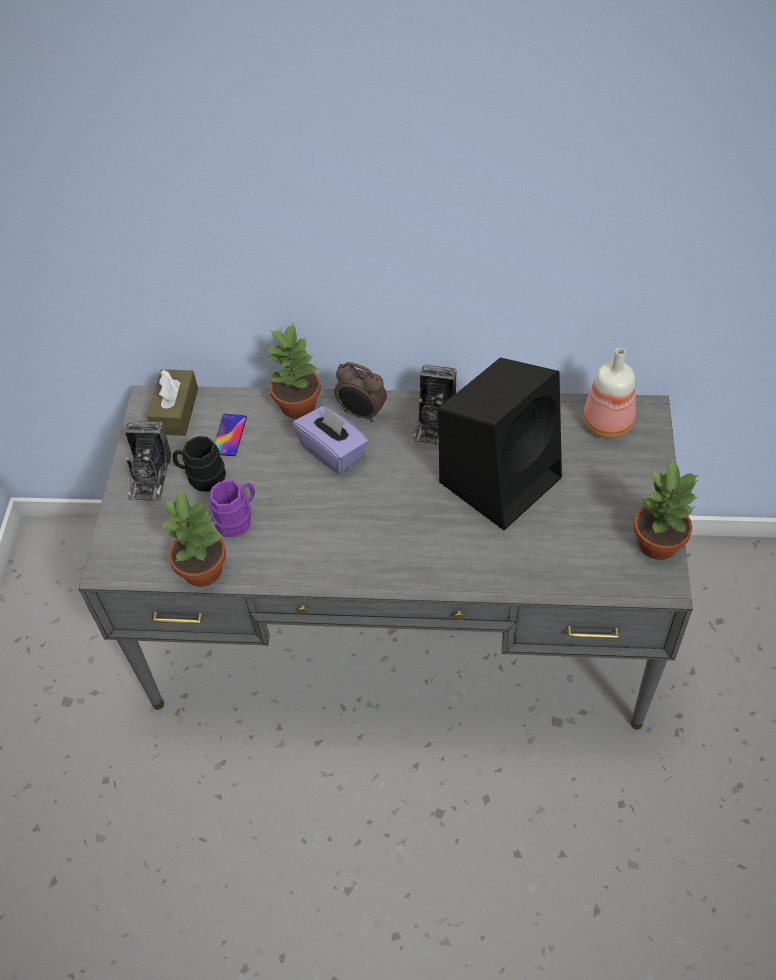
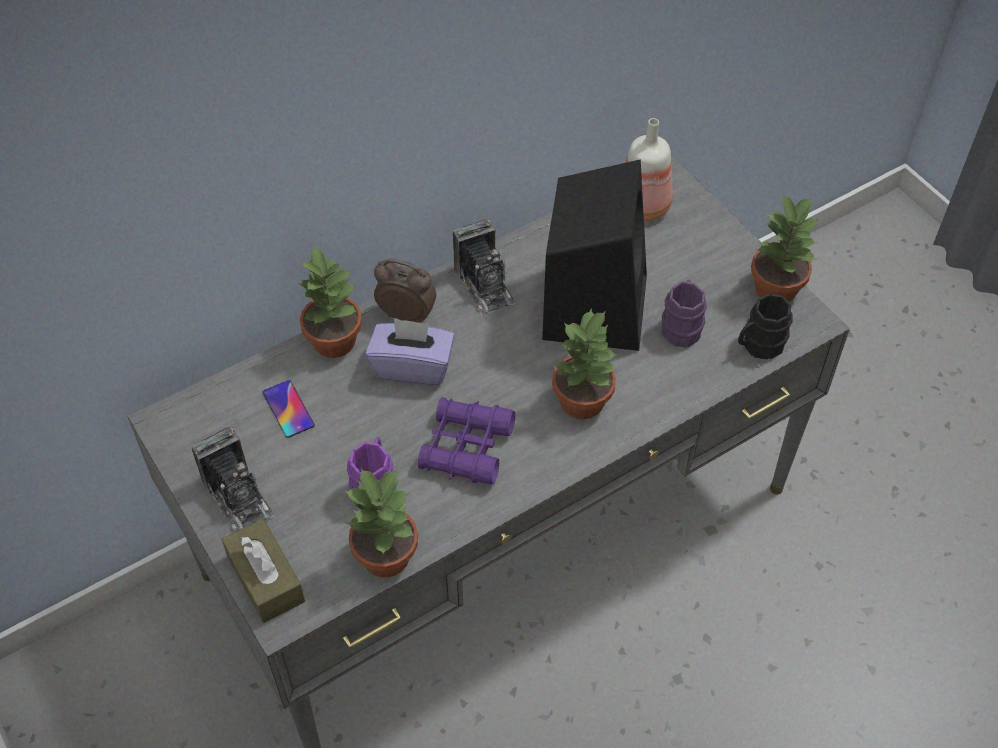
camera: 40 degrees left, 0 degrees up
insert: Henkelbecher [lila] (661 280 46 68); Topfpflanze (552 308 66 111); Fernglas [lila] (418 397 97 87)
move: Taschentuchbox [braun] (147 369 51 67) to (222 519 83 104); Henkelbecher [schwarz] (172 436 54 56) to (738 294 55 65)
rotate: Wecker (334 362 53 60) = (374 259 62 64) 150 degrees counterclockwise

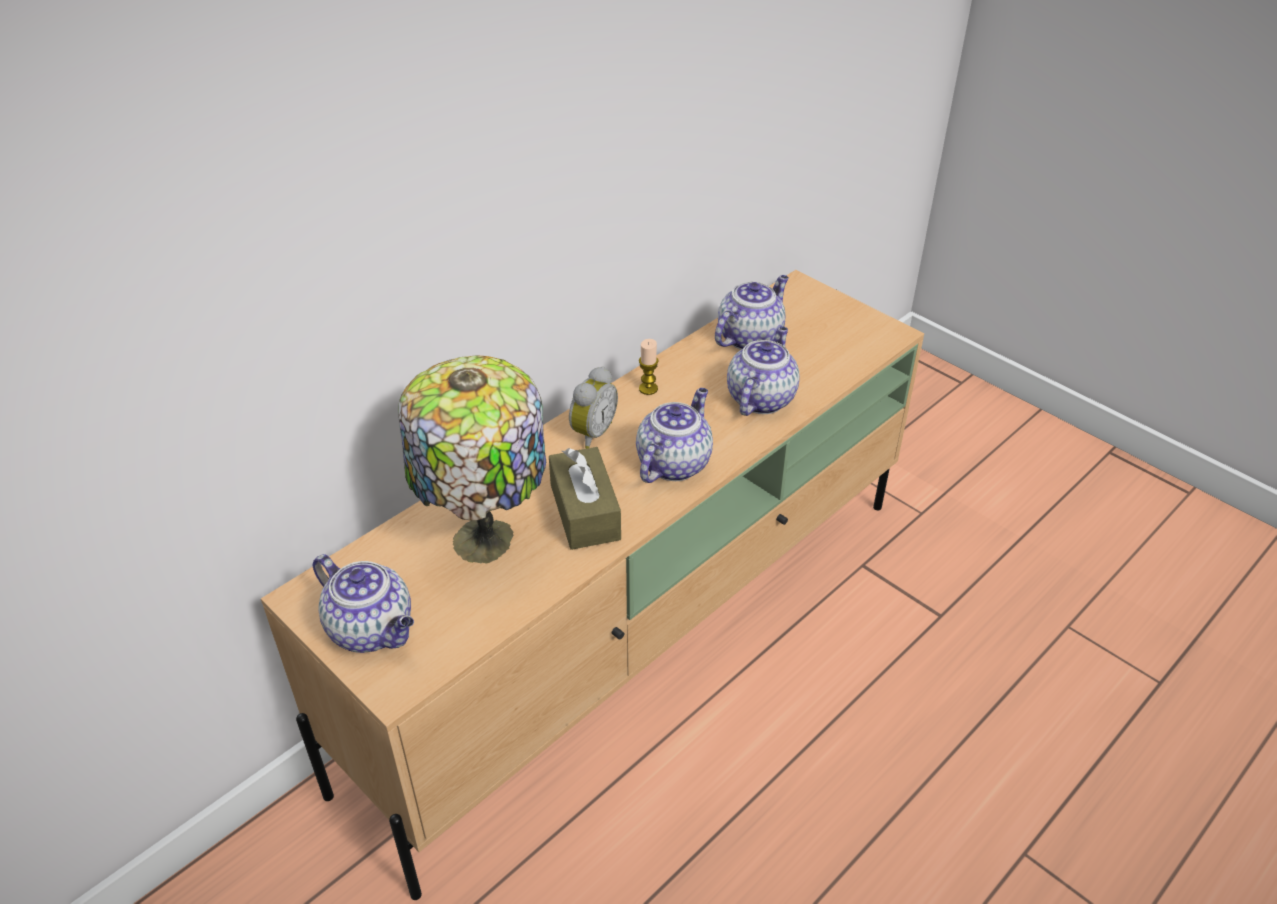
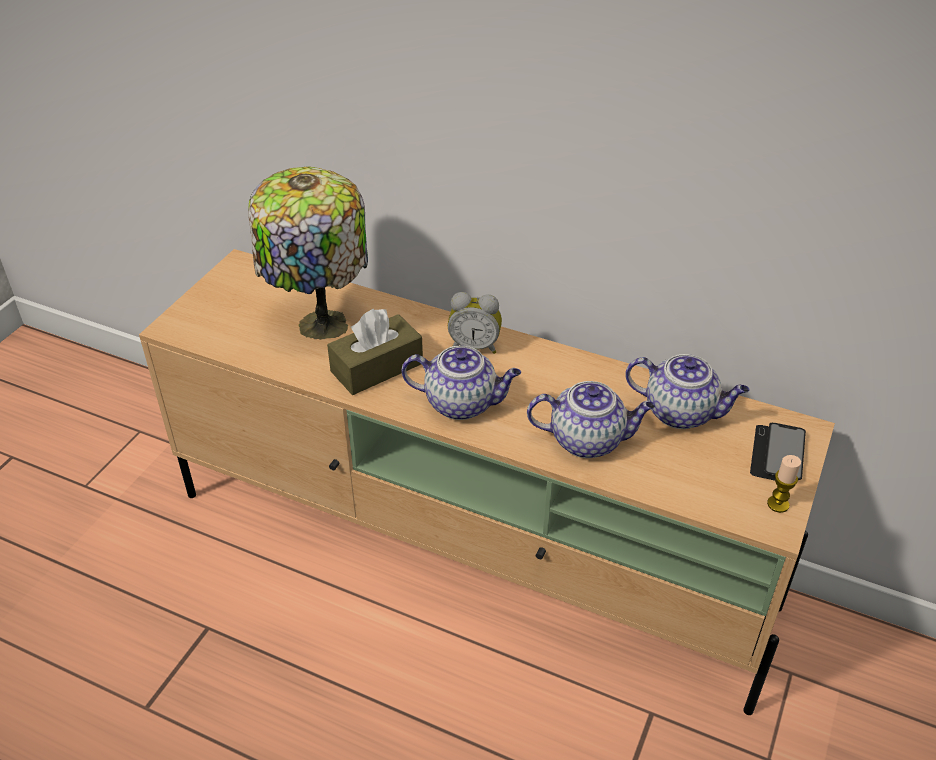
camera: 70 degrees right, 0 degrees up
delete: Teekanne (313 554 101 99)
insert: Handy (750 423 56 58)
move: Kerze (639 339 20 56) to (767 455 34 58)

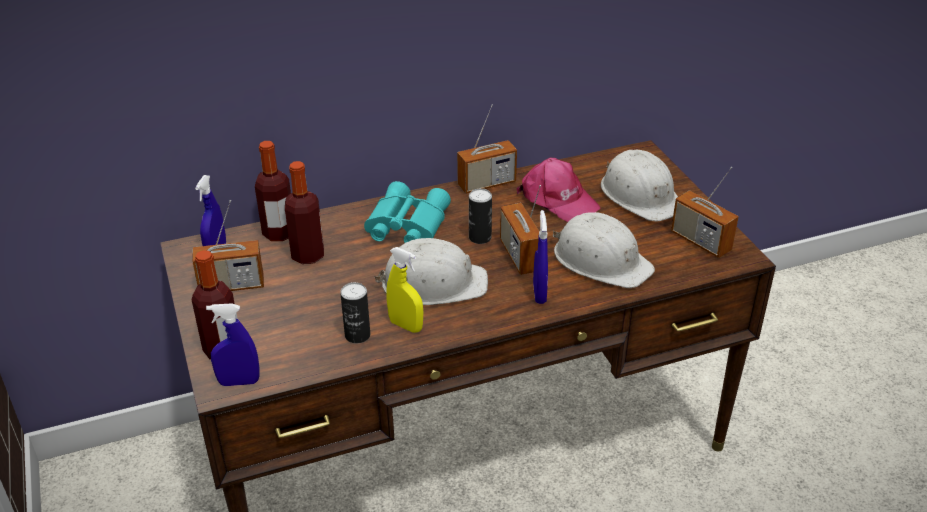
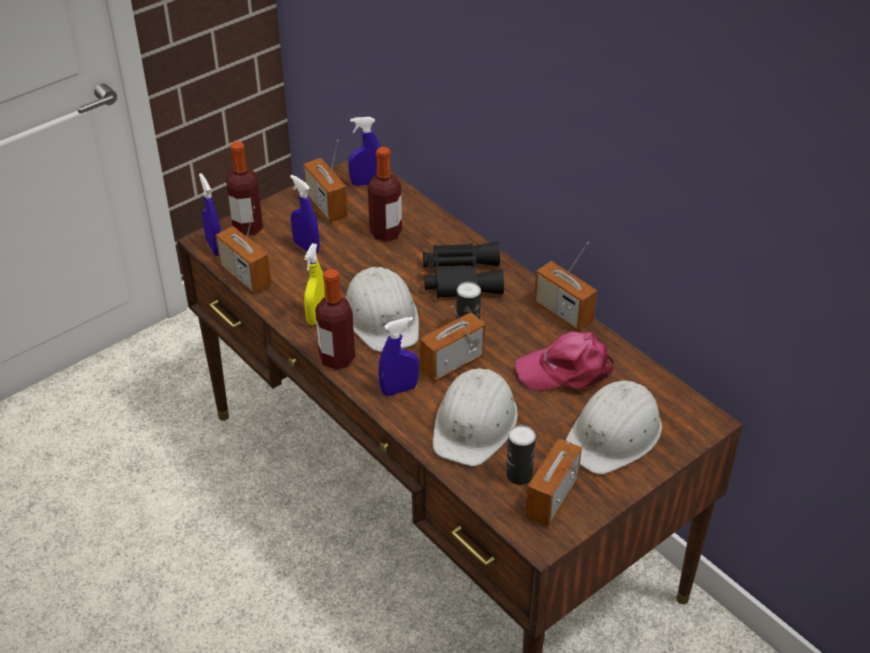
camera: 70 degrees right, 5 degrees up
insert: Sprühflasche [blau] (290 175 30 79); Radio (215 206 57 88)
move: Flasche (255 141 36 100) to (315 269 40 101); Dose (340 282 30 61) to (506 425 30 60)
recolor: Fernglas [türkis] (364 181 87 62) to Fernglas [schwarz] (423 242 81 56)
rotate: Kappe [rosa] (516 158 85 64) = (515 331 99 61) 60 degrees clockwise

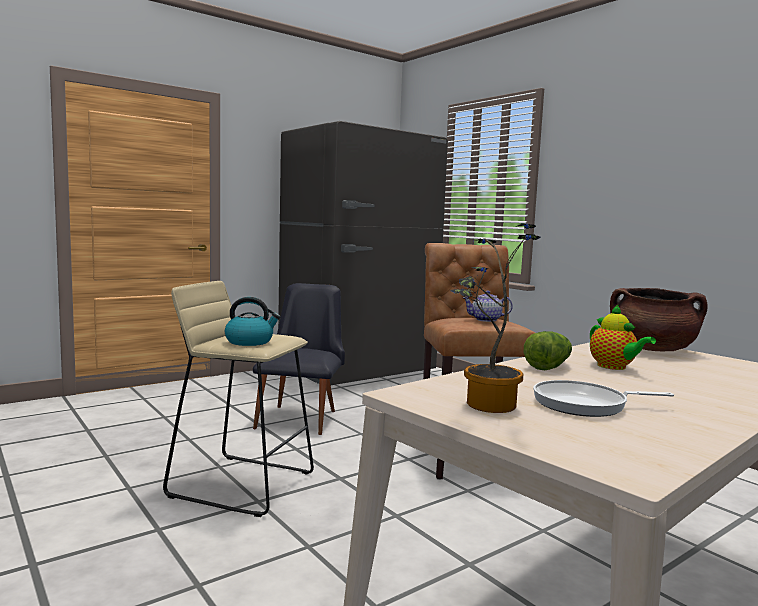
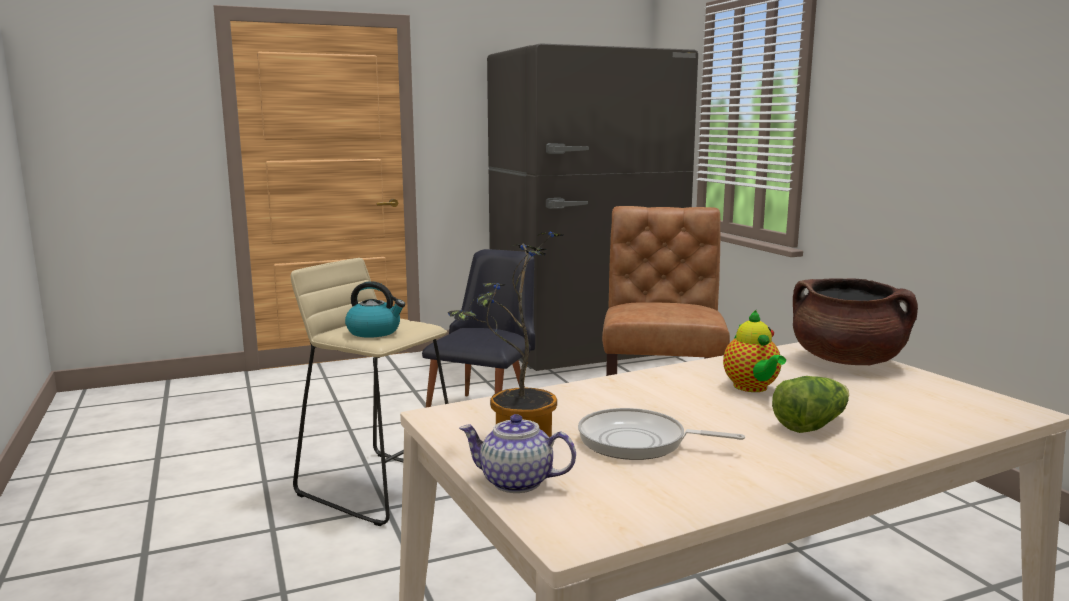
camera: 15 degrees right, 5 degrees up
move: Teekanne (463 291 50 31) to (459 414 117 79); Salatkopf (524 331 48 39) to (772 376 77 57)

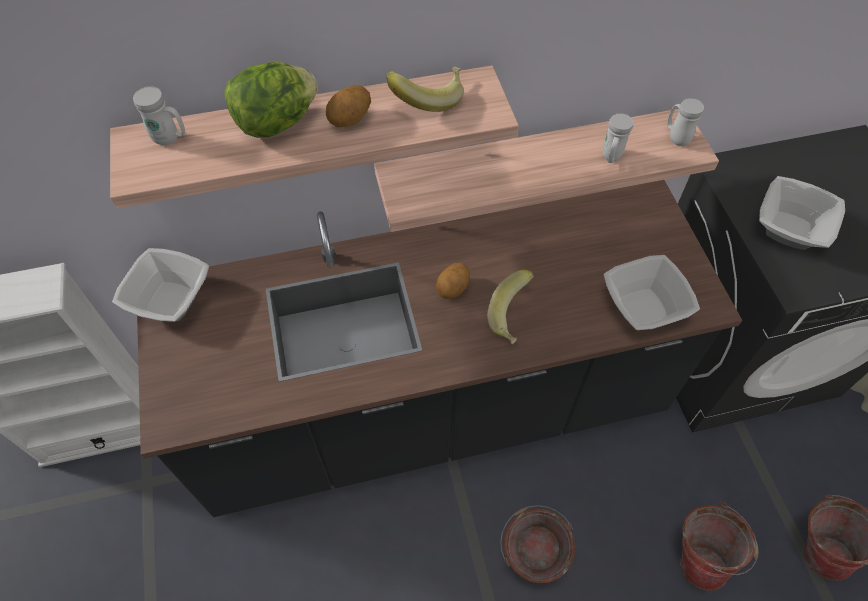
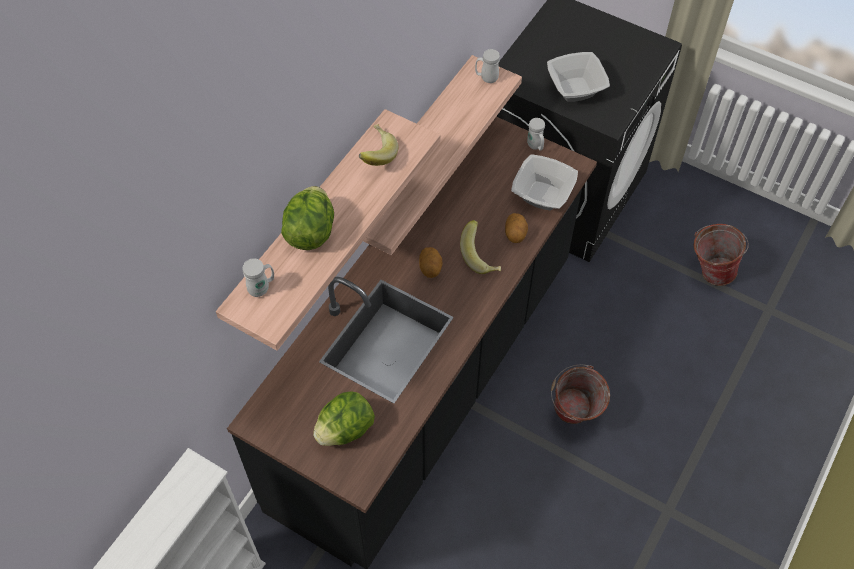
camera: 45 degrees left, 0 degrees up
delete: Schüssel (112 248 97 74); Eimer (680 502 79 89)
insert: Salatkopf (313 391 62 55)
move: Kartoffel (326 85 45 42) to (505 213 23 30); Henkelbecher [weiß] (603 113 30 50) to (527 118 18 33)

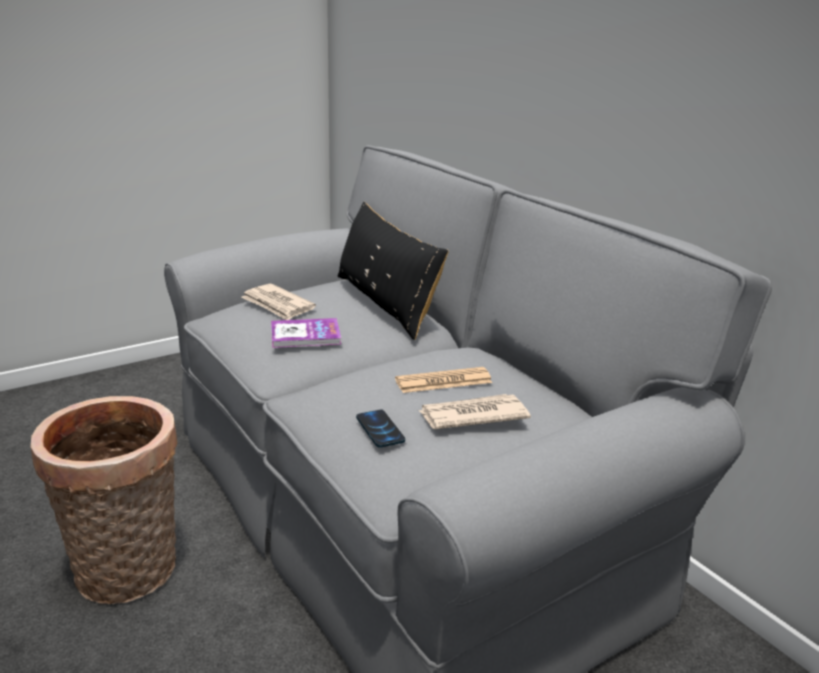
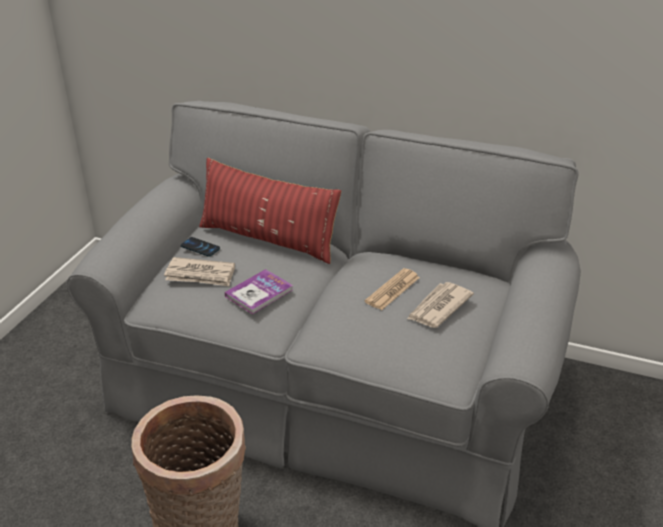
camera: 35 degrees left, 10 degrees up
move: Handy (356 410 49 38) to (181 237 39 20)
recolor: Kissen [schwarz] (338 202 110 138) to Kissen [rot] (199 158 142 106)

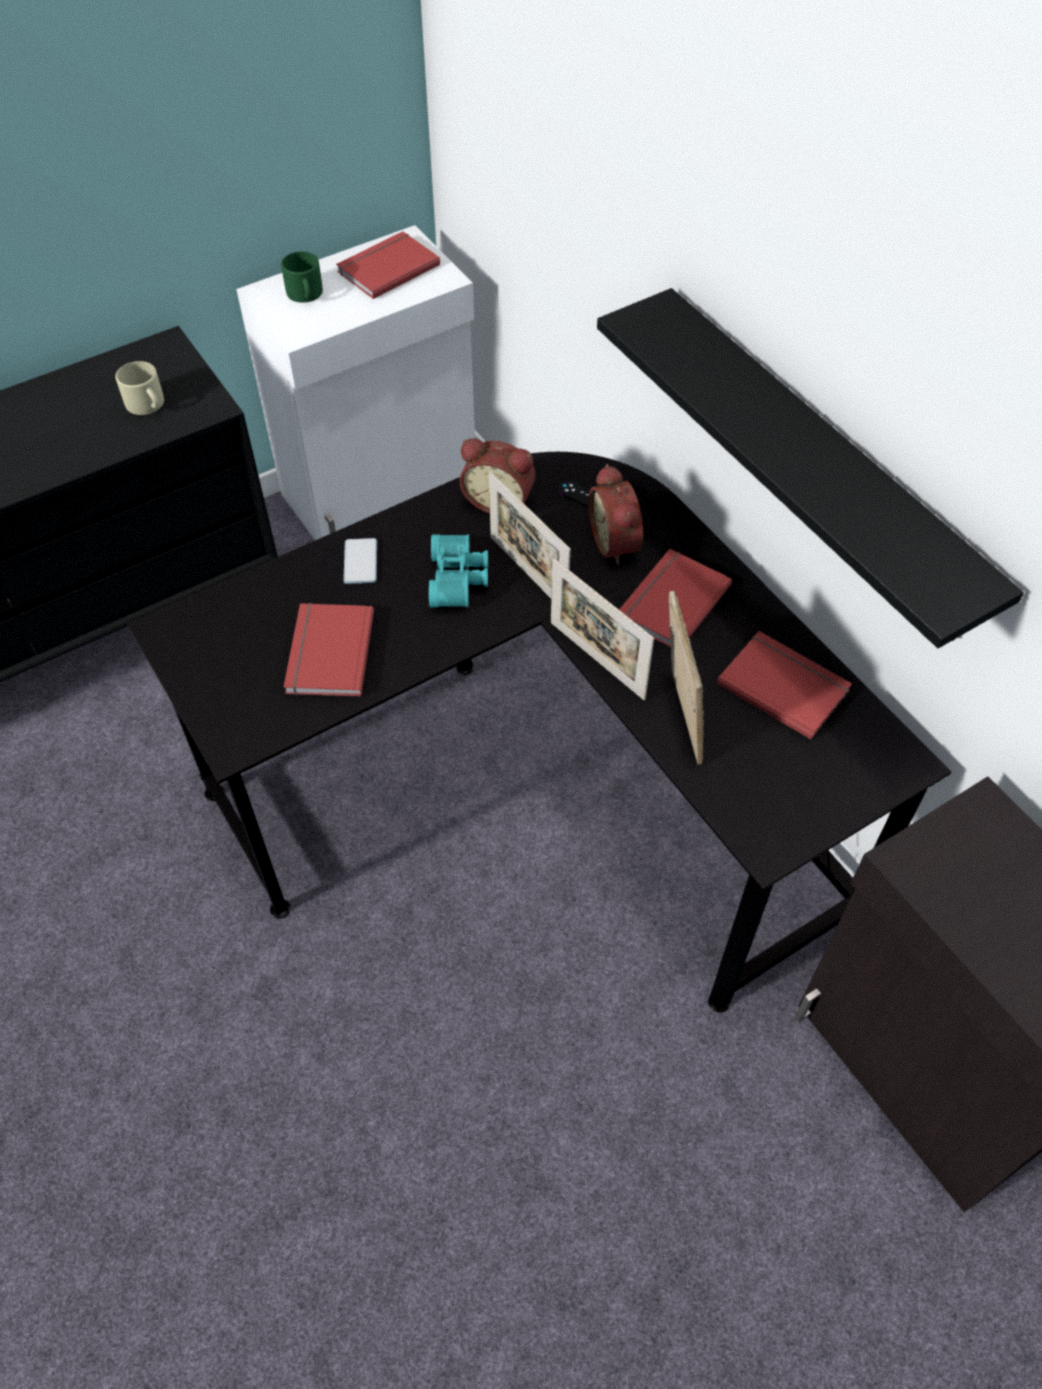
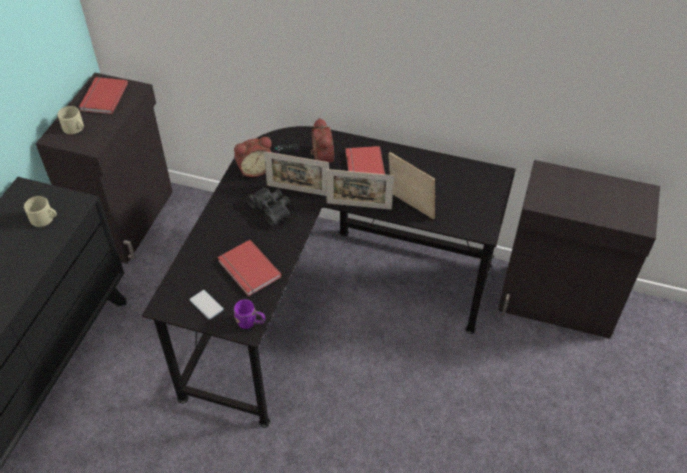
camera: 40 degrees left, 5 degrees down
delete: Wandregal [schwarz] (597 288 427 360); Buch [rot] (717 631 135 109)
insert: Henkelbecher [lila] (233 299 32 30)
move: Handy (343 538 34 46) to (189 290 35 30)
recolor: Schrank [weiß] (236 225 239 315) to Schrank [schwarz] (35 73 138 191); Henkelbecher [grün] (281 252 42 51) to Henkelbecher [beige] (57 106 27 28); Fernglas [türkis] (429 534 59 73) to Fernglas [schwarz] (247 187 43 39)
rotate: Wecker (588 464 55 101) = (311 118 23 44) 135 degrees counterclockwise

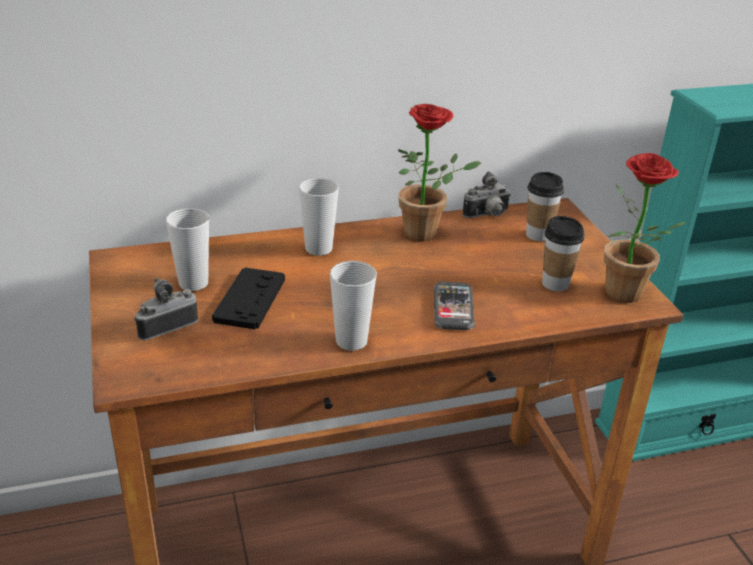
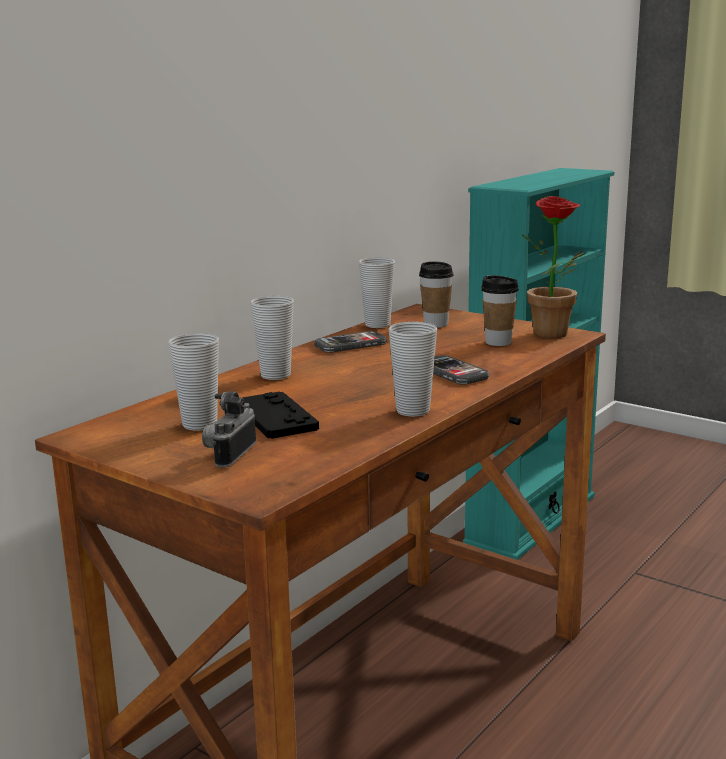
camera: 35 degrees left, 15 degrees down
replace: Topfpflanze (398 104 83 137) to Handy (314 331 73 22); Kamera (462 172 49 46) to Tasse (359 257 36 71)

